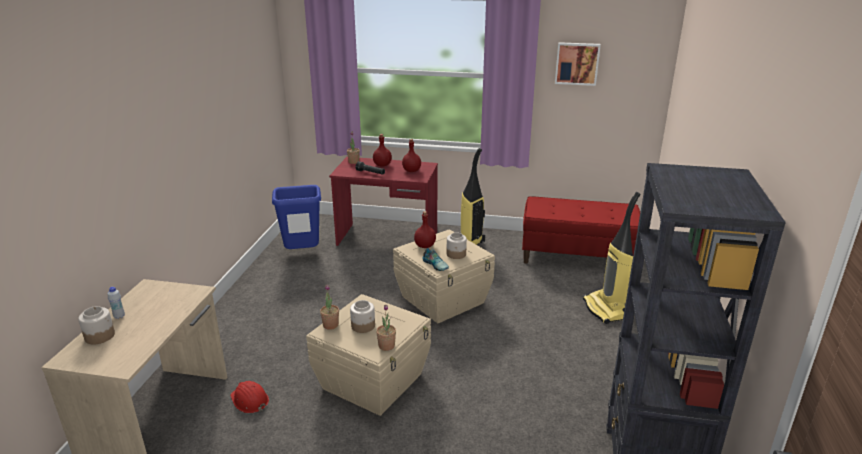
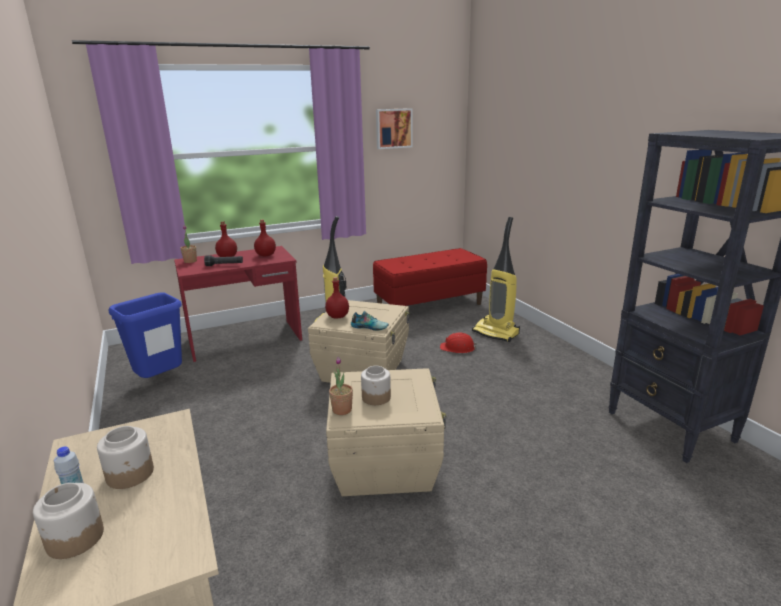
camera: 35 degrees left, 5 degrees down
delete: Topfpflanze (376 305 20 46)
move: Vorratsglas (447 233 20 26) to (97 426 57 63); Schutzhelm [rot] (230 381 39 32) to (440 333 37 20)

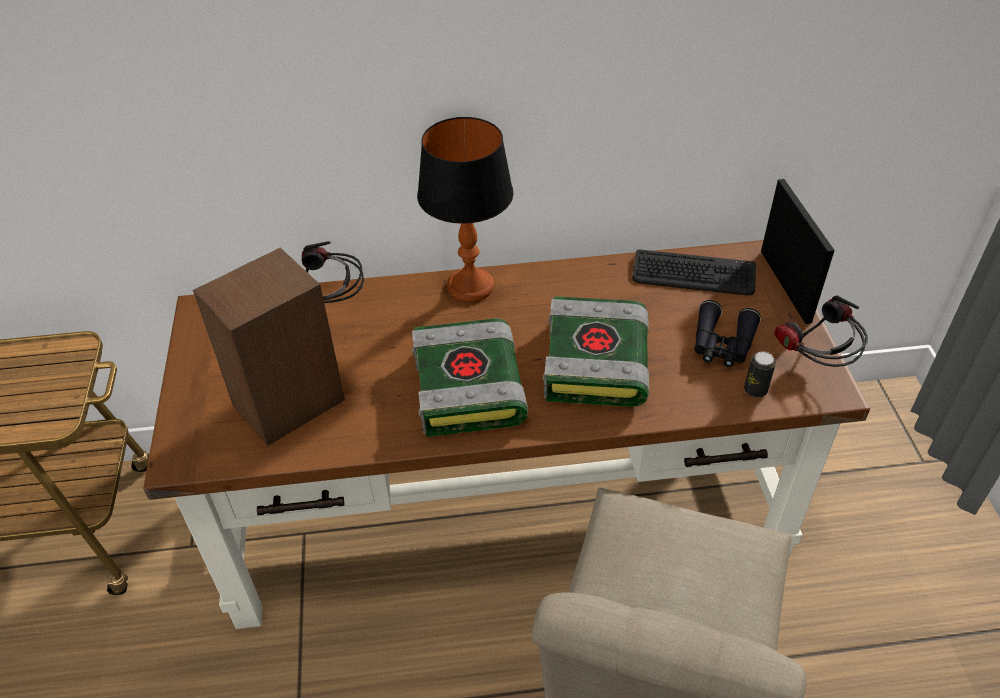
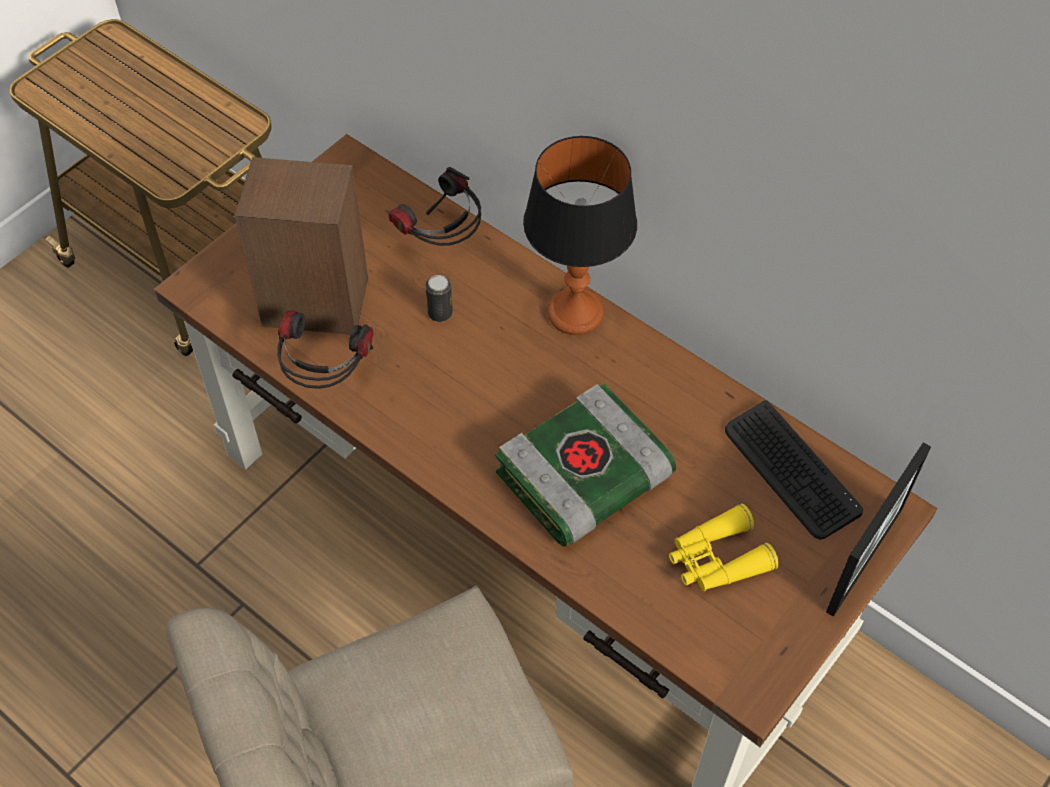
camera: 45 degrees right, 10 degrees up
delete: Buch (412 319 116 118)
move: Kopfhörer (774 295 94 72) to (277 310 96 79); Dose (744 351 32 46) to (426 275 27 47)
recolor: Fernglas [schwarz] (694 300 67 67) to Fernglas [gelb] (669 504 110 87)

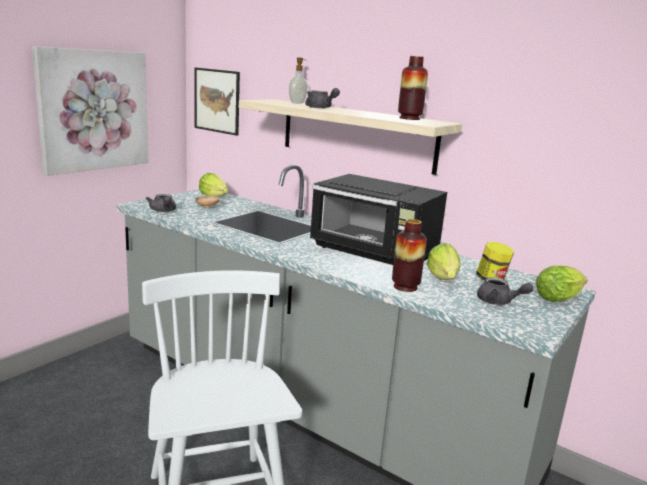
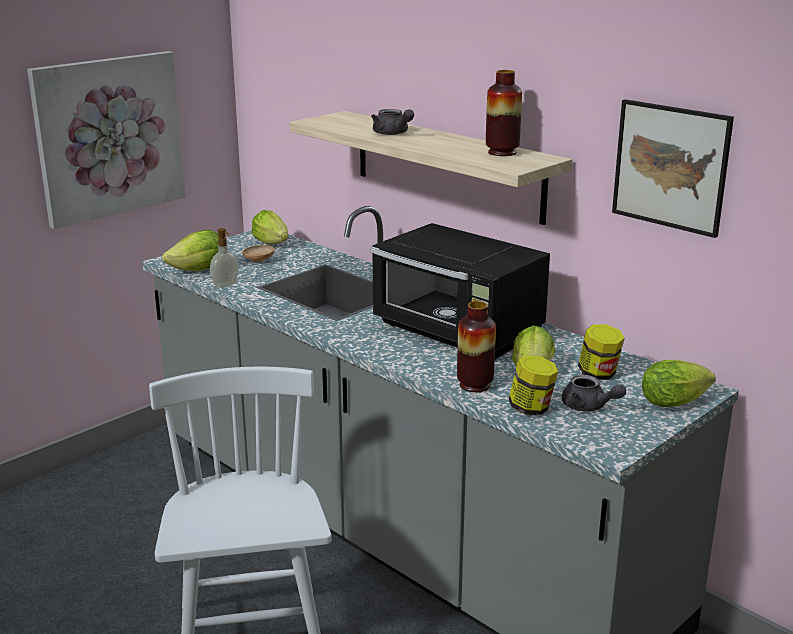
camera: 10 degrees right, 5 degrees up
insert: Vorratsglas (509 355 49 61)
move: Seifenspender (289 57 18 47) to (210 228 29 60); Bild (194 68 46 68) to (612 99 122 139)
replace: Teekanne [grau] (146 194 30 18) to Salatkopf (162 230 57 41)

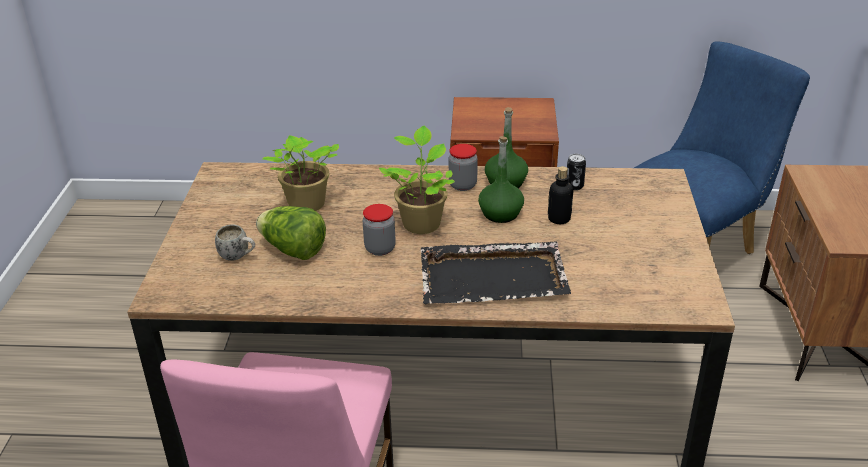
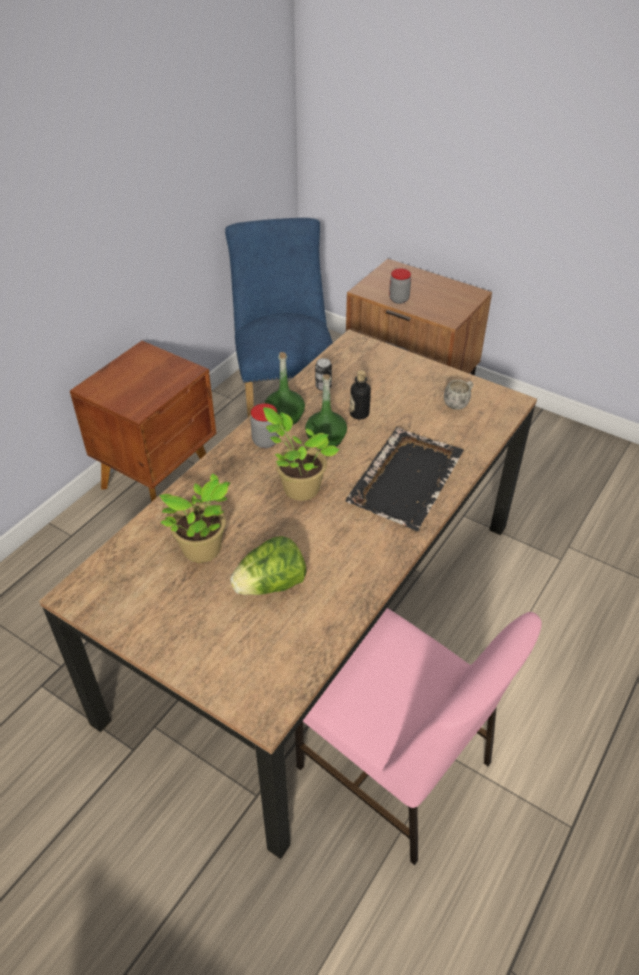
camera: 60 degrees left, 10 degrees up
move: Vorratsglas (363 204 33 52) to (389 268 22 36); Henkelbecher [weiß] (215 224 40 37) to (444 380 30 30)

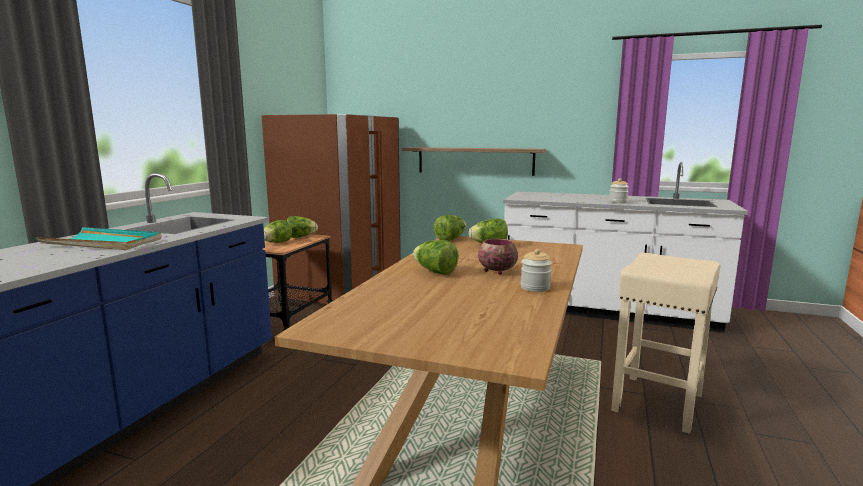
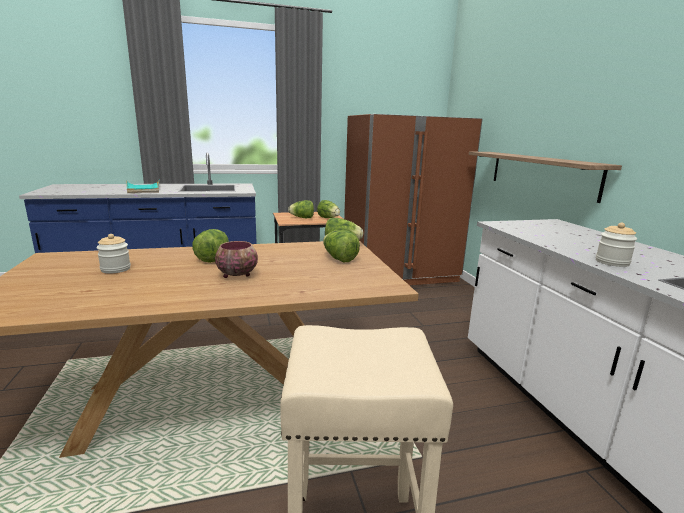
camera: 55 degrees right, 5 degrees up
move: Vorratsglas (521 249 31 43) to (96 234 35 40)

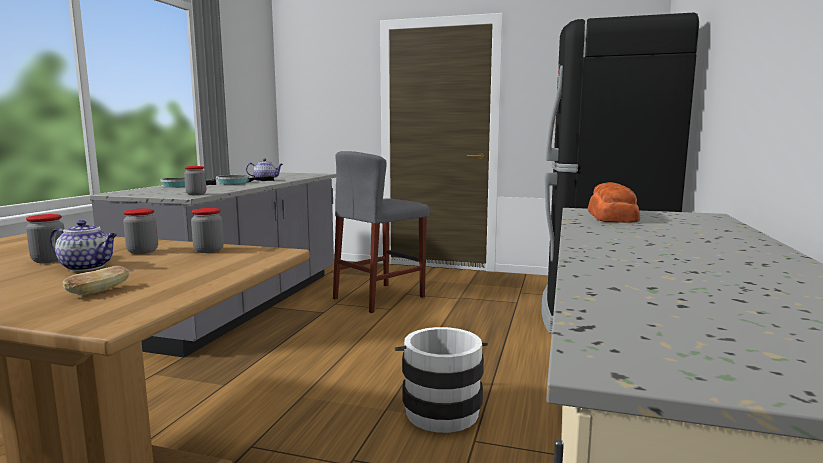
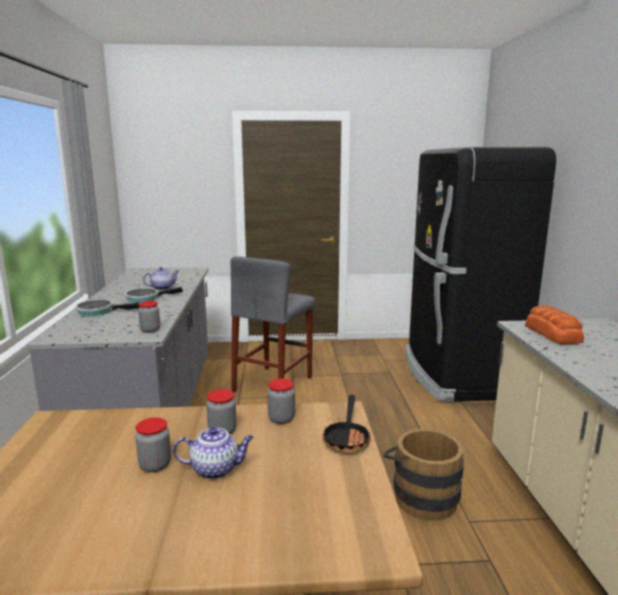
camera: 20 degrees left, 5 degrees up
delete: Brot (63 266 67 29)
insert: Pfanne (322 395 49 59)
recolor: Eimer [weiß] (395 327 93 106) to Eimer [braun] (383 429 81 92)

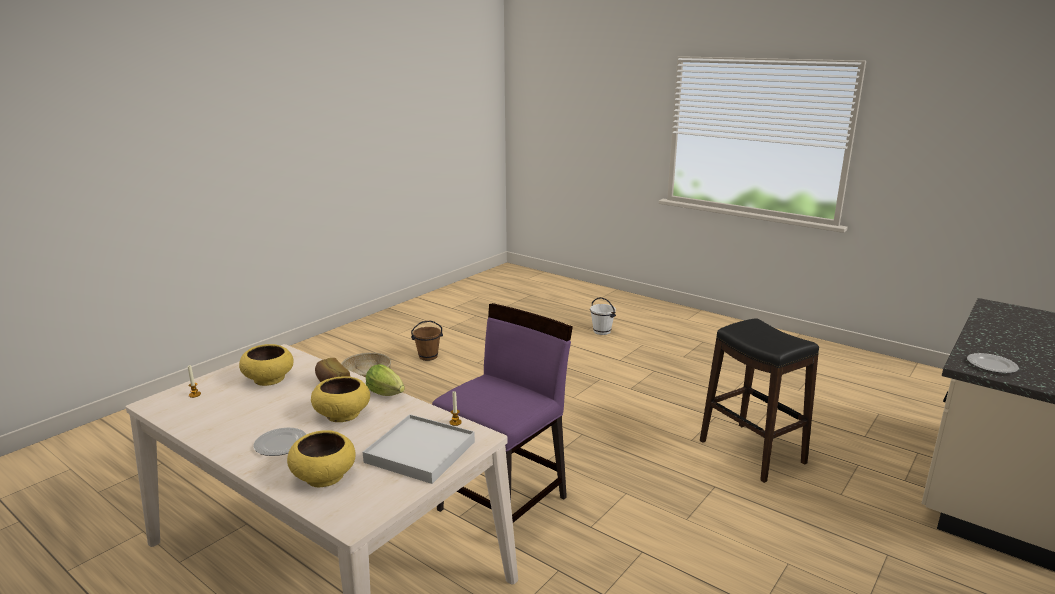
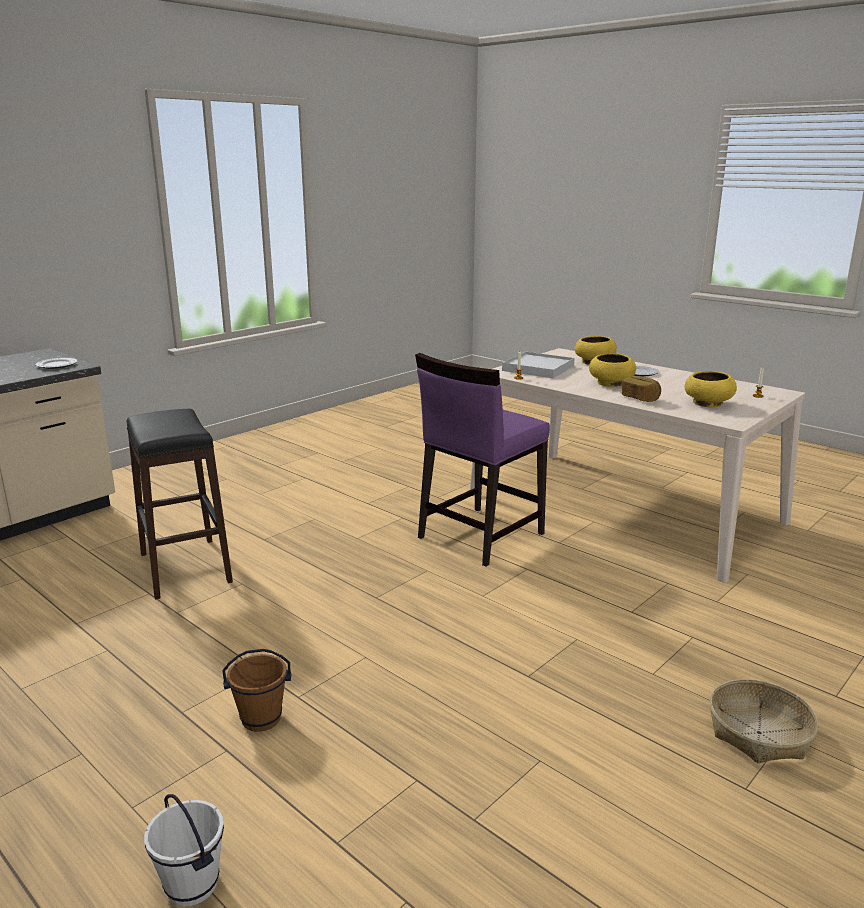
camera: 175 degrees left, 0 degrees up
delete: Salatkopf (366 364 39 32)
move: Eimer [braun] (411 321 32 40) to (222 649 69 83)

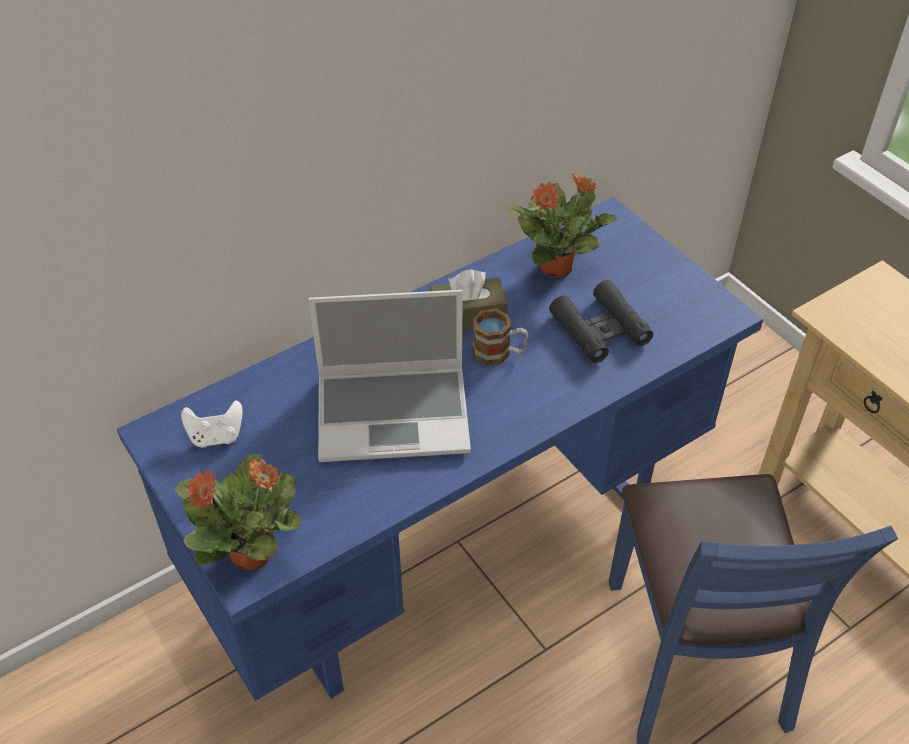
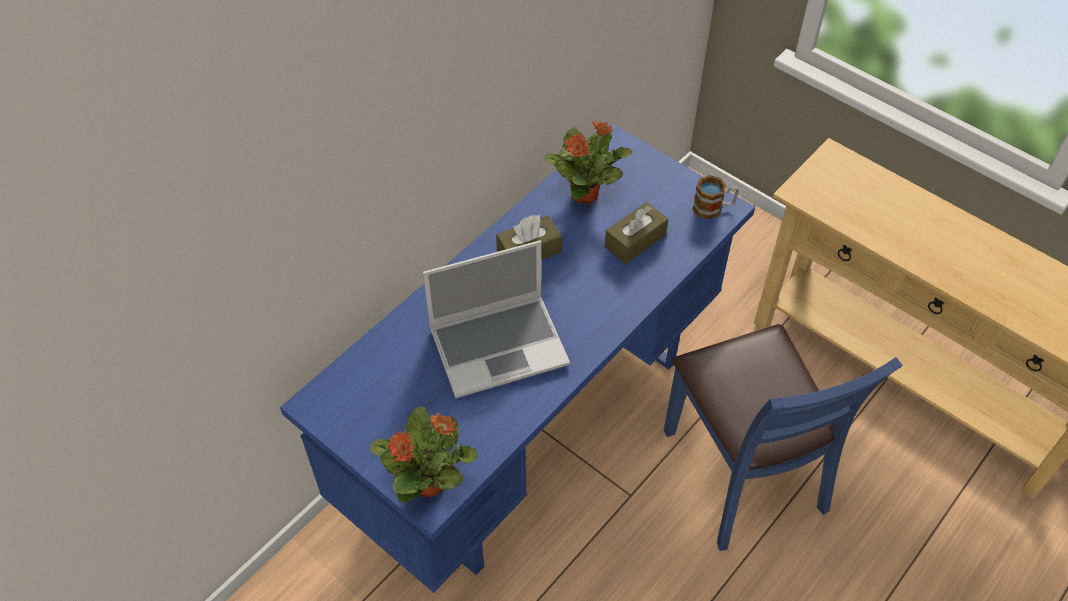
camera: 15 degrees left, 5 degrees up
delete: Gamepad [weiß] (181 400 62 48)
move: Henkelbecher (472 309 56 57) to (692 175 47 44)
replace: Fernglas [schwarz] (549 280 104 83) to Taschentuchbox [braun] (605 202 63 62)

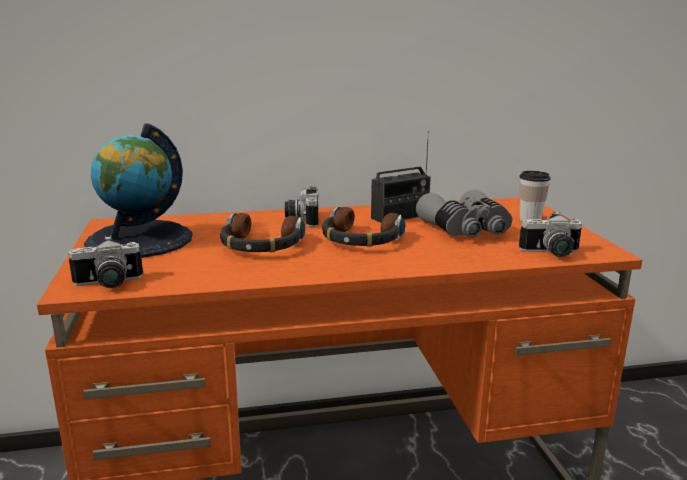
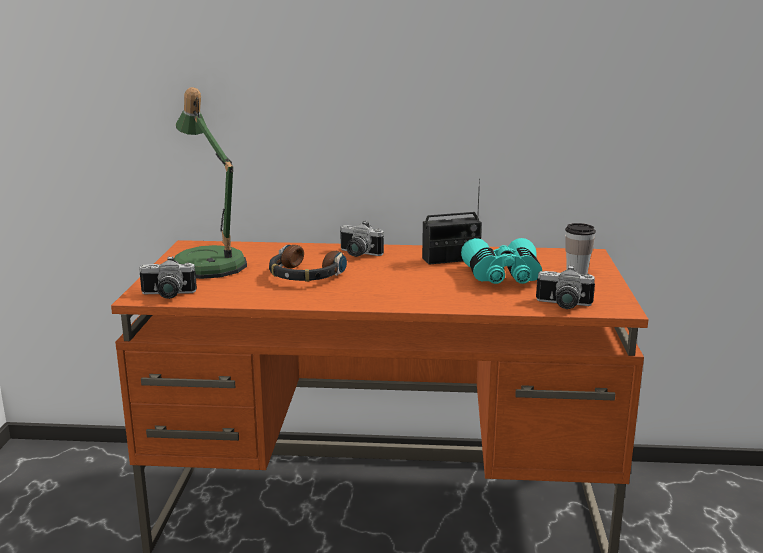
camera: 15 degrees right, 0 degrees up
delete: Kopfhörer (322 207 83 40)
replace: Globus (84 123 109 135) to Tischlampe (174 87 73 192)
recolor: Fernglas [grau] (416 190 96 47) to Fernglas [türkis] (461 238 81 46)
rotate: Kamera (285 186 33 41) = (340 221 44 36) 75 degrees counterclockwise

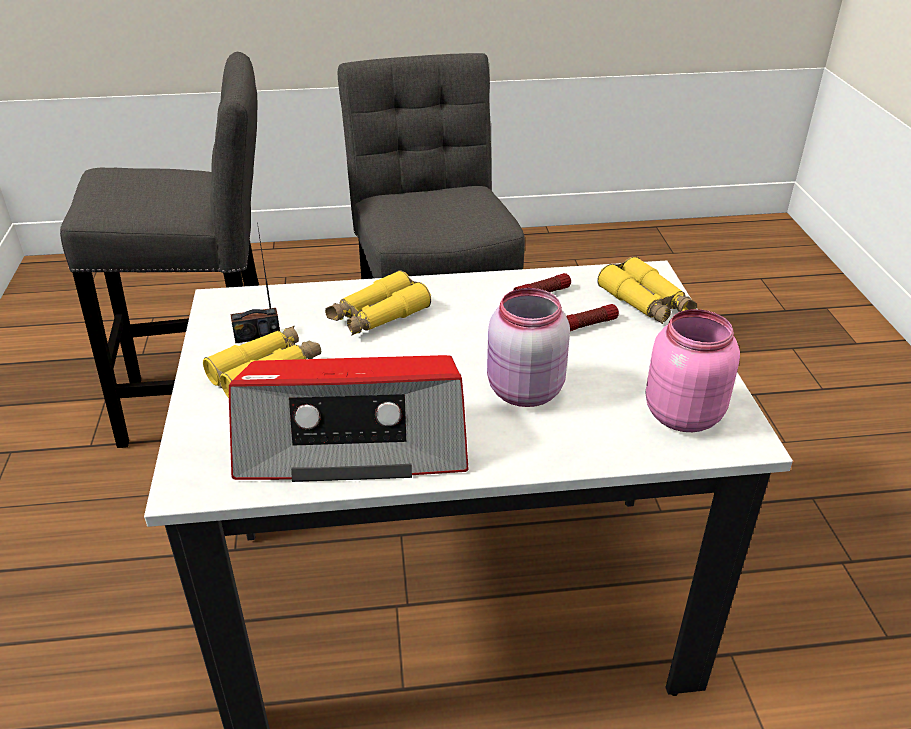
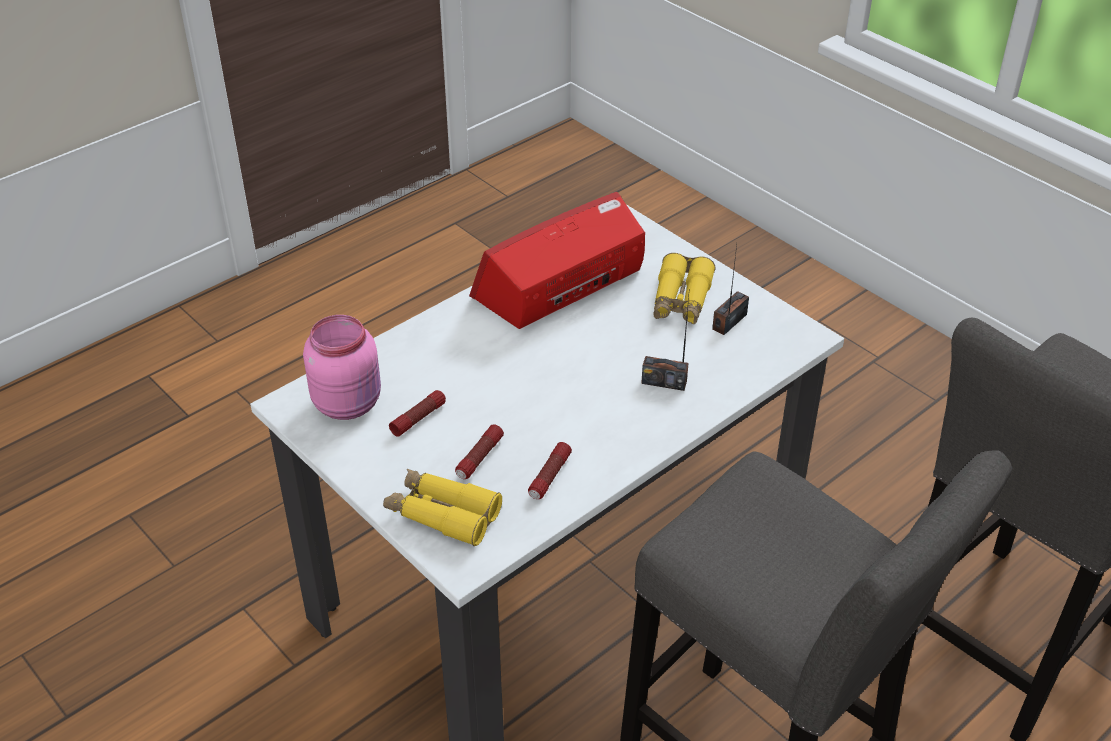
camera: 145 degrees right, 5 degrees up
delete: Vorratsglas [rosa] (487 288 83 119)
insert: Taschenlampe (389 390 57 47)
replace: Fernglas [gelb] (325 270 106 66) to Radio (641 296 48 95)

